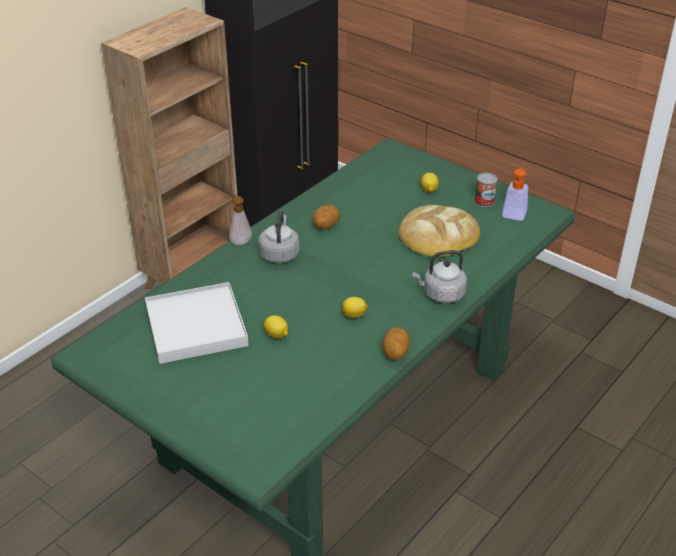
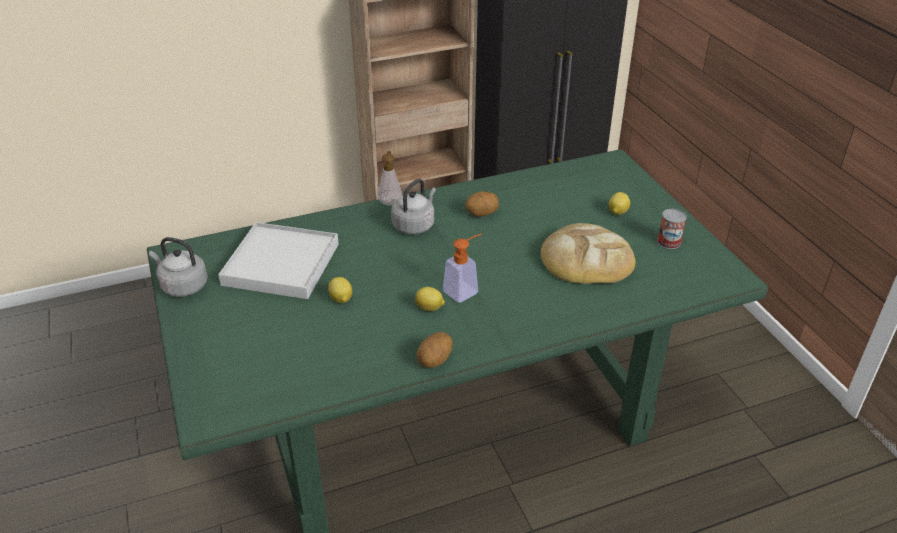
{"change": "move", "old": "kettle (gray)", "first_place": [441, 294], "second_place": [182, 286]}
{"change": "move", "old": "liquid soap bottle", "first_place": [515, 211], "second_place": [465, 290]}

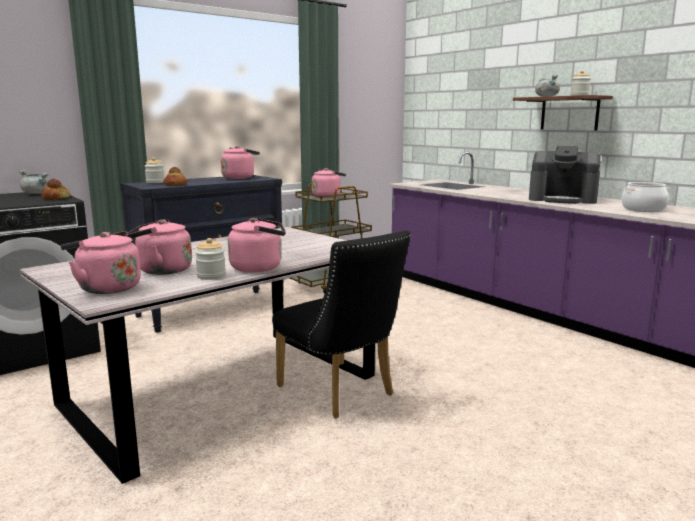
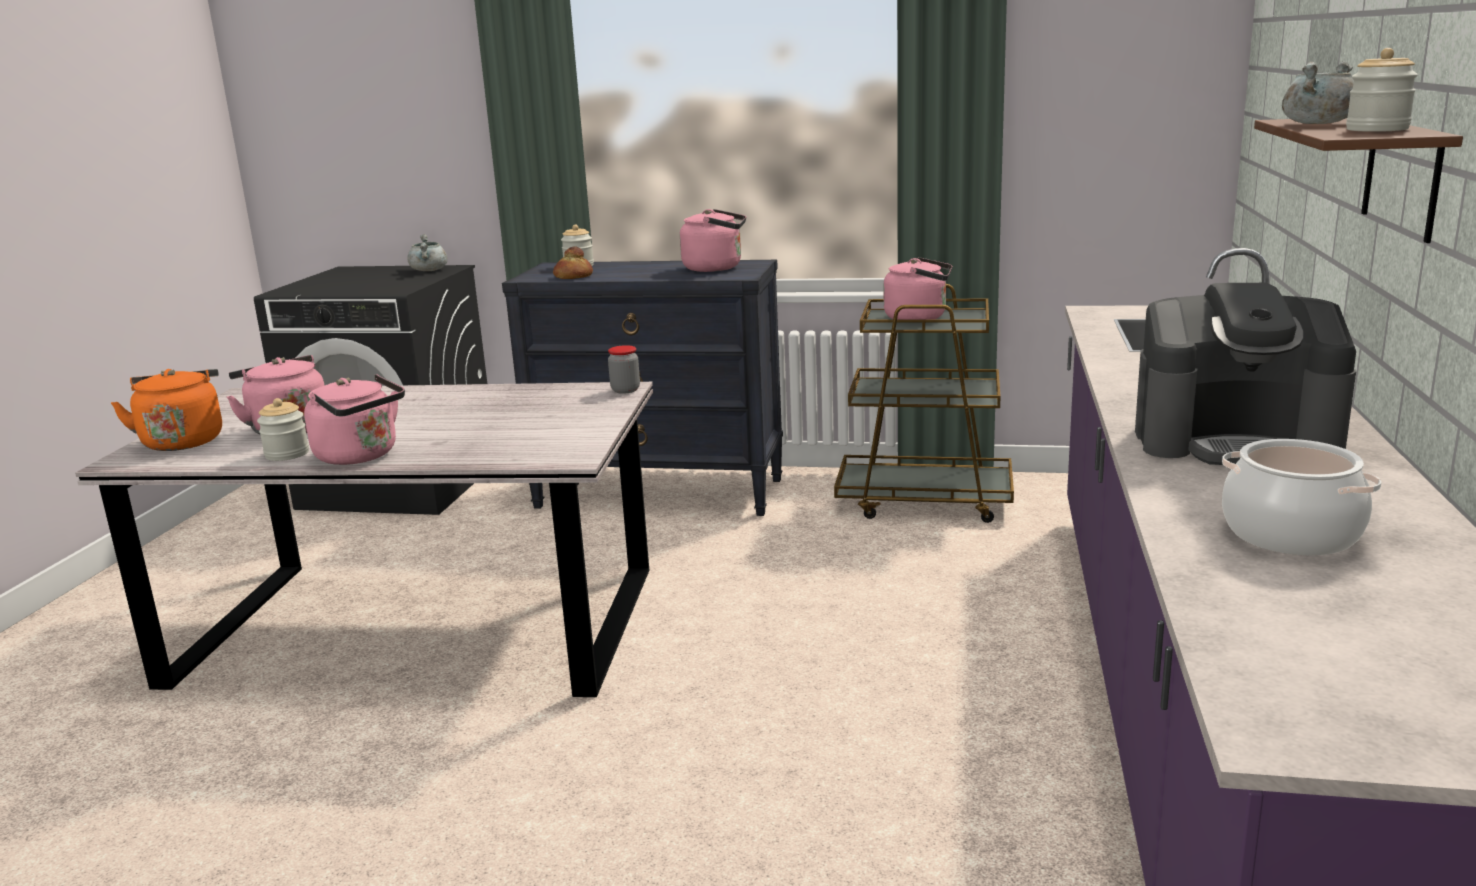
{"change": "delete", "old": "bakery bread", "first_place": [56, 198]}
{"change": "delete", "old": "upright chair (blackish)", "first_place": [341, 393]}
{"change": "insert", "new": "storage jar", "second_place": [625, 390]}
{"change": "recolor", "old": "kettle (pinkish)", "new": "kettle (orange)", "first_place": [106, 288], "second_place": [183, 441]}
{"change": "rotate", "old": "coffee maker", "first_place": [562, 199], "second_place": [1235, 440], "degrees": -60}

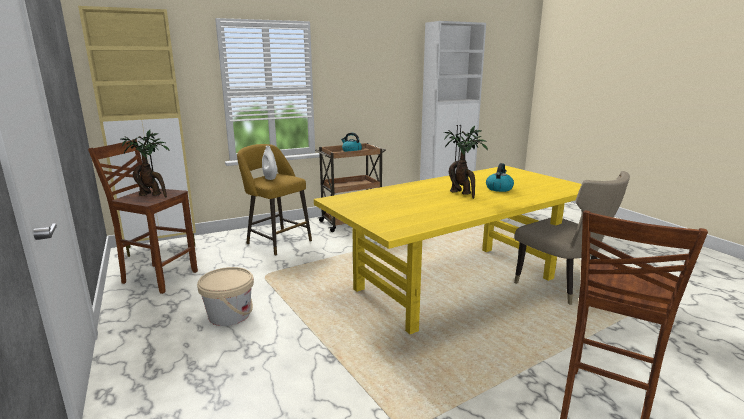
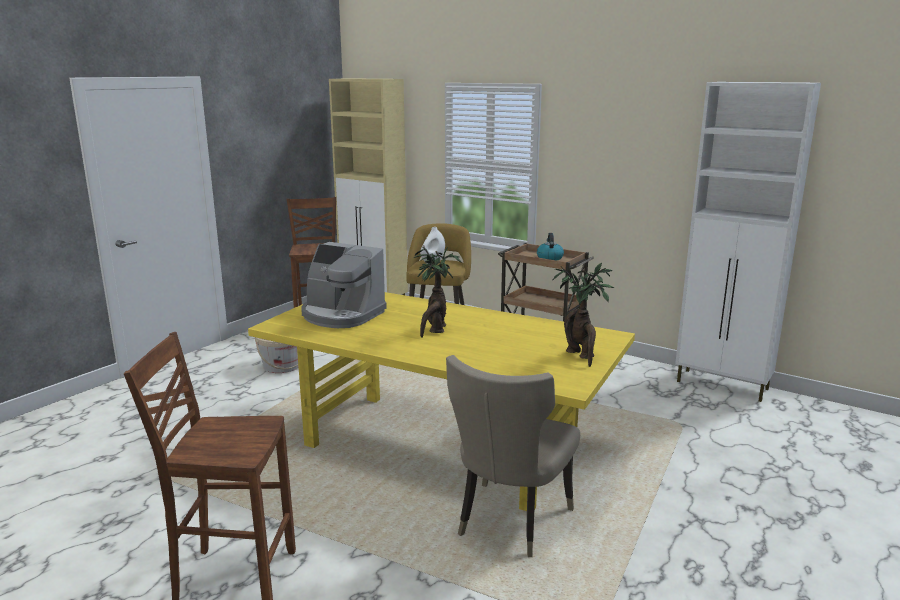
{"change": "delete", "old": "kettle", "first_place": [499, 188]}
{"change": "insert", "new": "coffee maker", "second_place": [341, 315]}
{"change": "move", "old": "houseplant", "first_place": [152, 195], "second_place": [581, 356]}

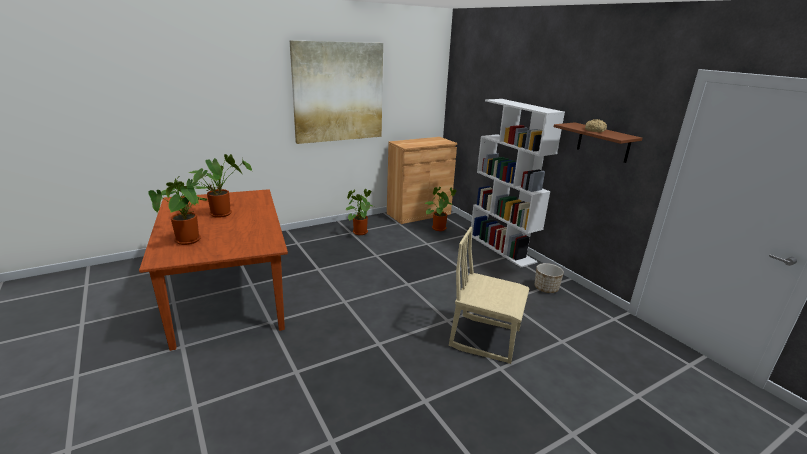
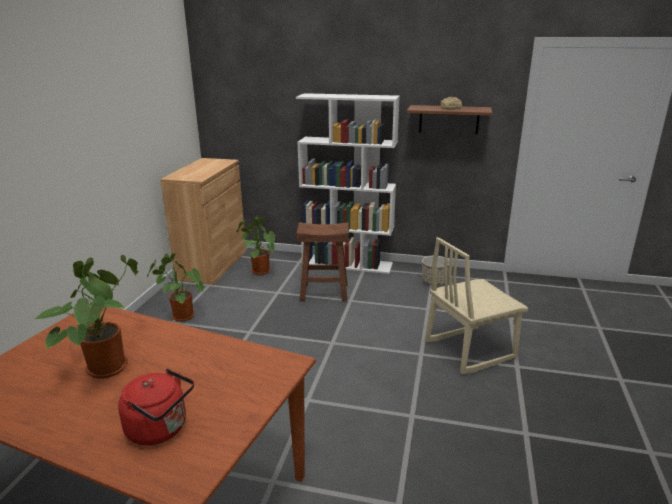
{"change": "delete", "old": "wall picture", "first_place": [338, 92]}
{"change": "insert", "new": "stool seat (brownish)", "second_place": [324, 292]}
{"change": "replace", "old": "houseplant", "new": "kettle (reddish)", "first_place": [189, 241], "second_place": [161, 429]}

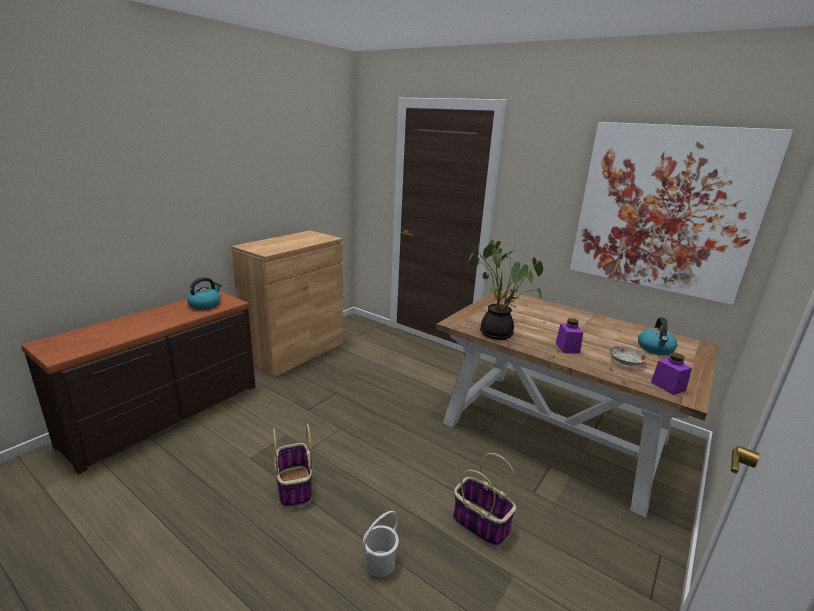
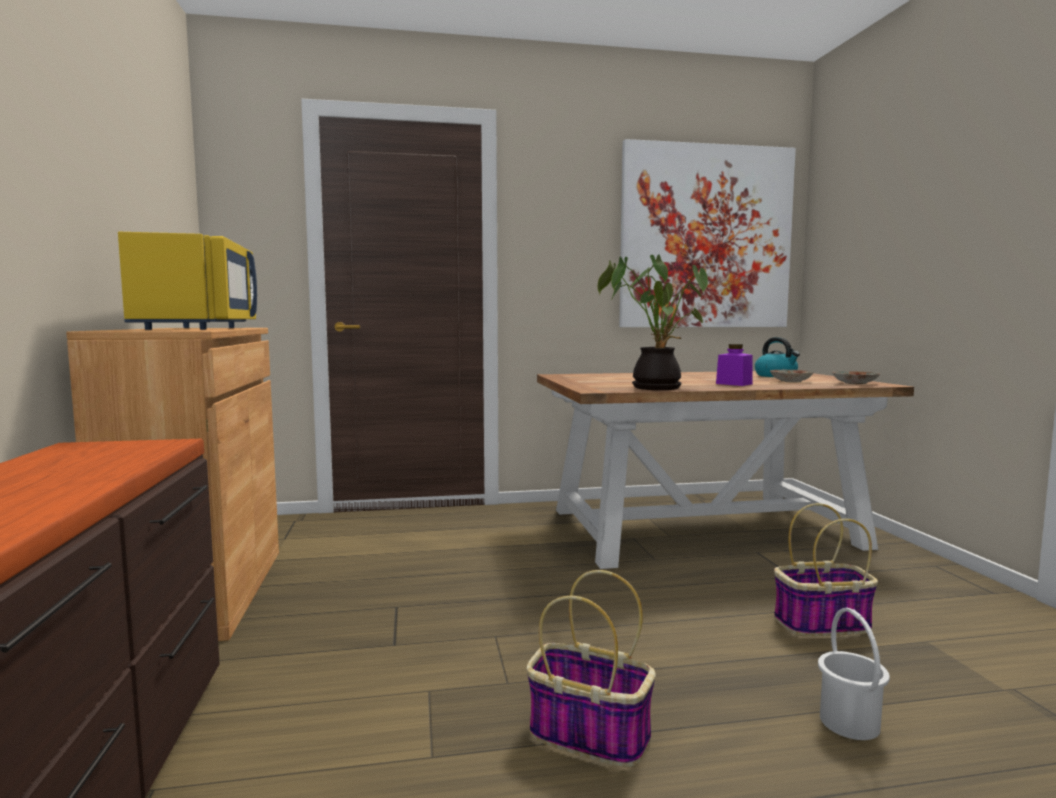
{"change": "delete", "old": "kettle", "first_place": [205, 305]}
{"change": "insert", "new": "microwave (yellow)", "second_place": [201, 328]}
{"change": "replace", "old": "storage jar (purplish)", "new": "dinner plate", "first_place": [668, 386], "second_place": [855, 383]}

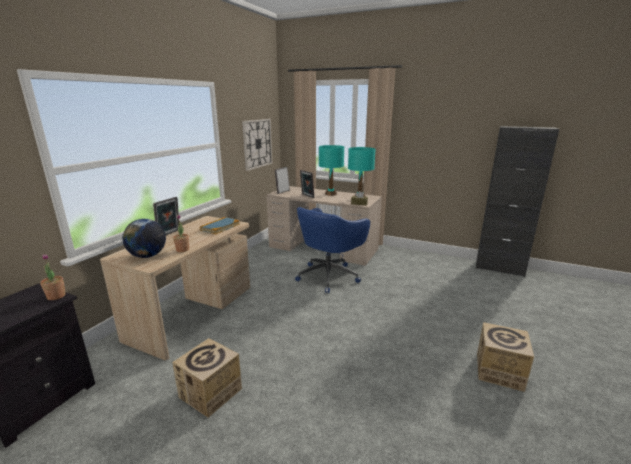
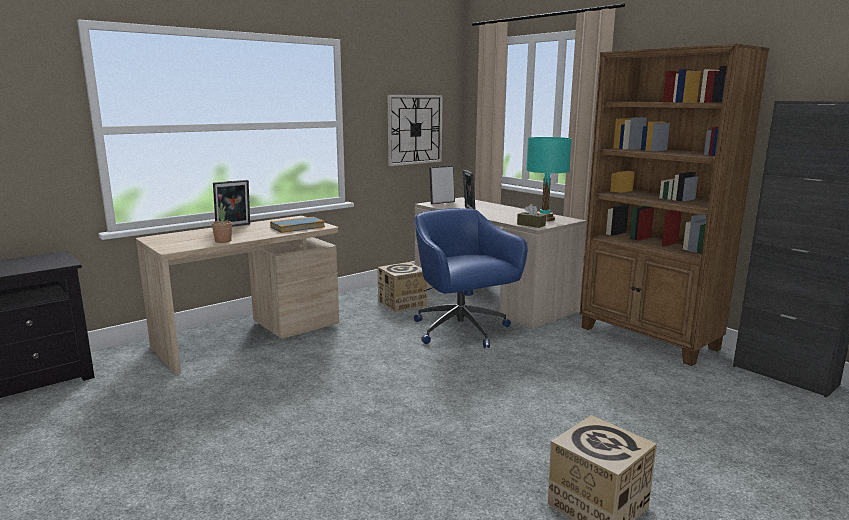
{"change": "delete", "old": "houseplant", "first_place": [56, 296]}
{"change": "delete", "old": "world globe", "first_place": [147, 256]}
{"change": "delete", "old": "table lamp (turquoise-coloured)", "first_place": [330, 194]}
{"change": "insert", "new": "shelving unit (brownish)", "second_place": [648, 338]}
{"change": "move", "old": "carton", "first_place": [210, 393], "second_place": [402, 303]}
{"change": "rotate", "old": "computer chair (blue-coloured)", "first_place": [329, 276], "second_place": [462, 331], "degrees": 90}

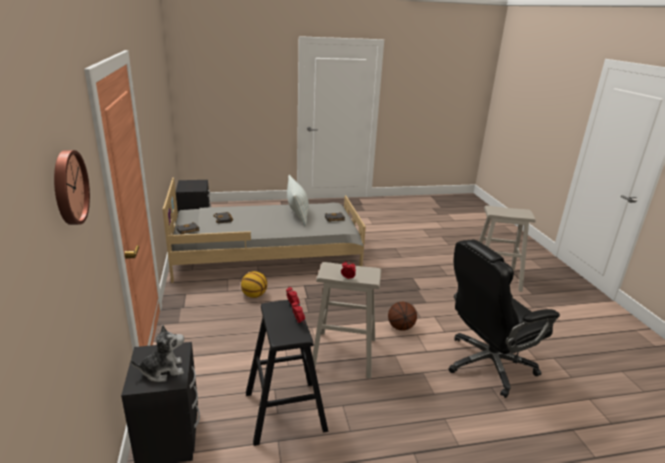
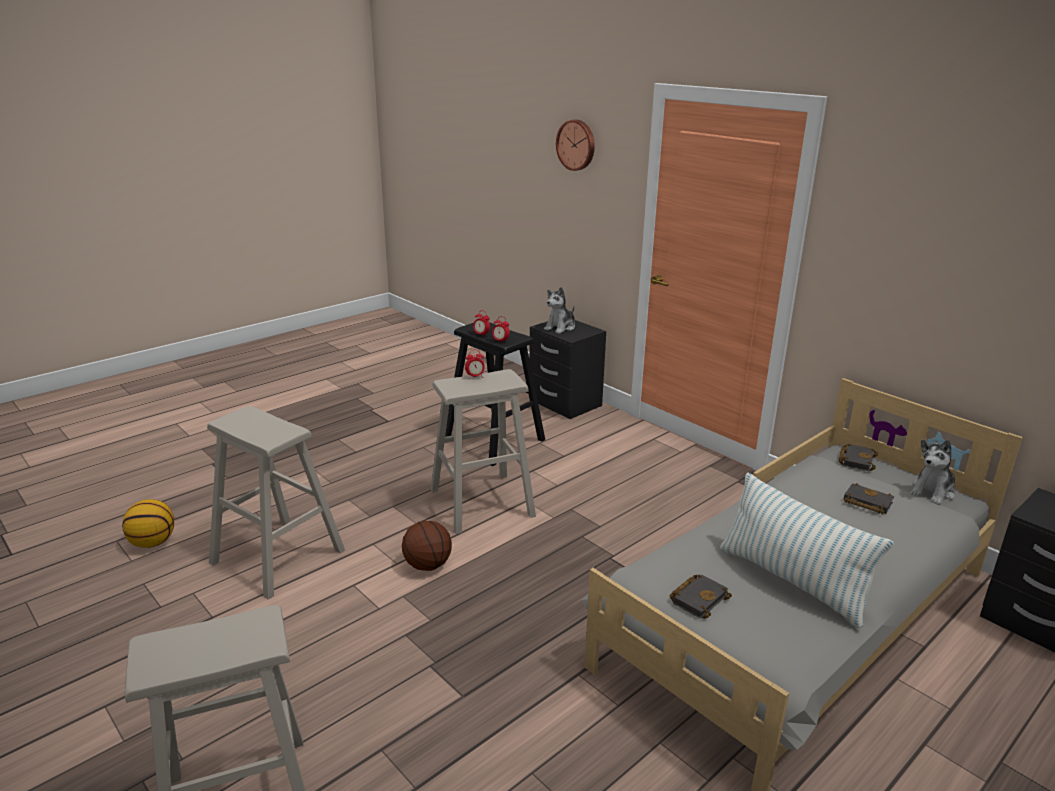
{"change": "insert", "new": "cuddly toy", "second_place": [932, 492]}
{"change": "move", "old": "ball for basketball", "first_place": [254, 295], "second_place": [153, 543]}
{"change": "replace", "old": "computer chair (blackish)", "new": "stool seat (sand-coloured)", "first_place": [487, 364], "second_place": [278, 557]}

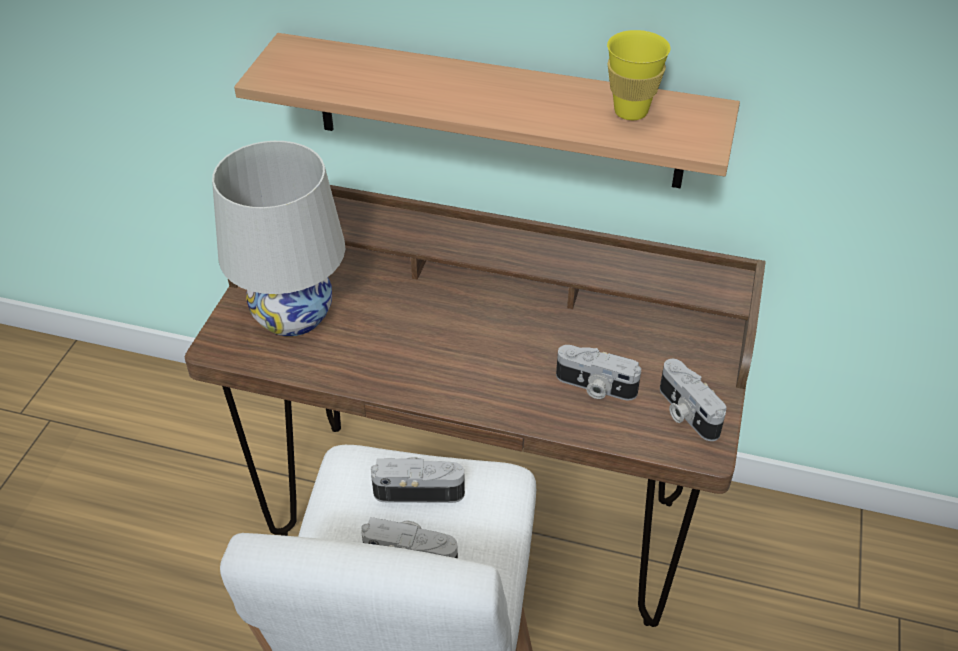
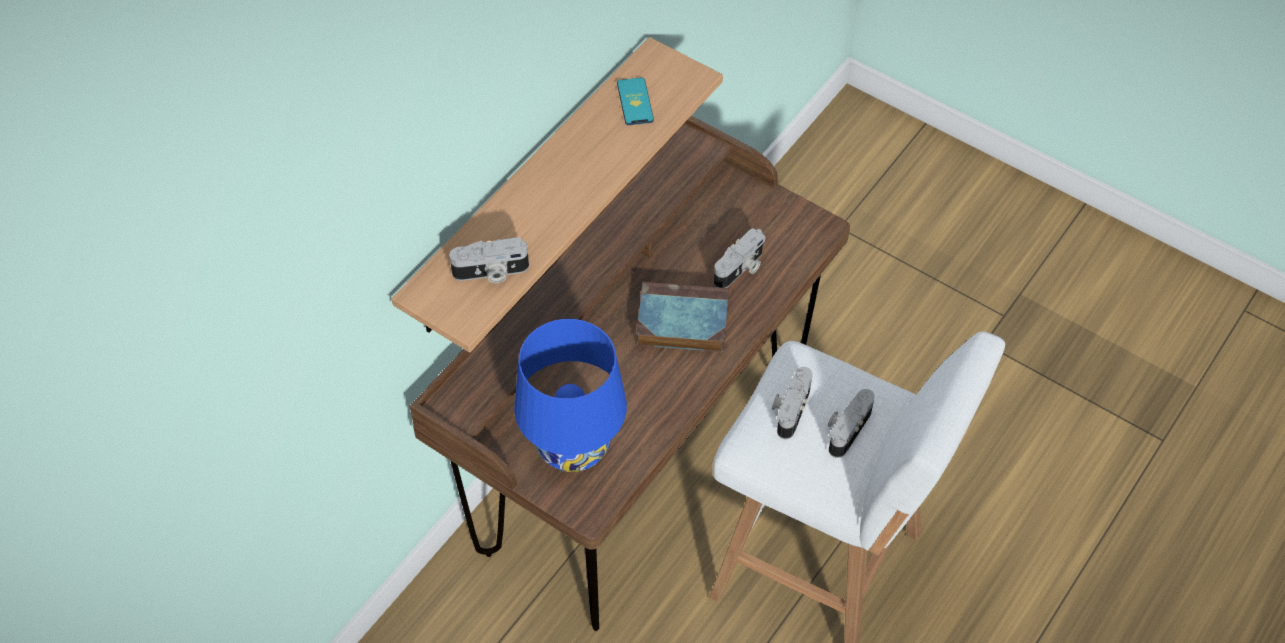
{"change": "insert", "new": "book", "second_place": [680, 322]}
{"change": "move", "old": "photo camera", "first_place": [685, 412], "second_place": [491, 273]}
{"change": "replace", "old": "drinking cup (yellow)", "new": "handset", "first_place": [630, 112], "second_place": [635, 102]}
{"change": "recolor", "old": "table lamp (white)", "new": "table lamp (blue-coloured)", "first_place": [292, 315], "second_place": [573, 448]}

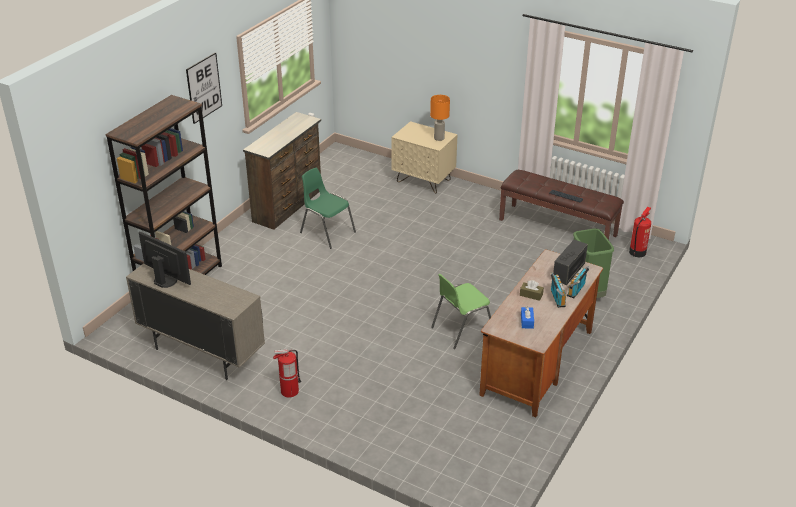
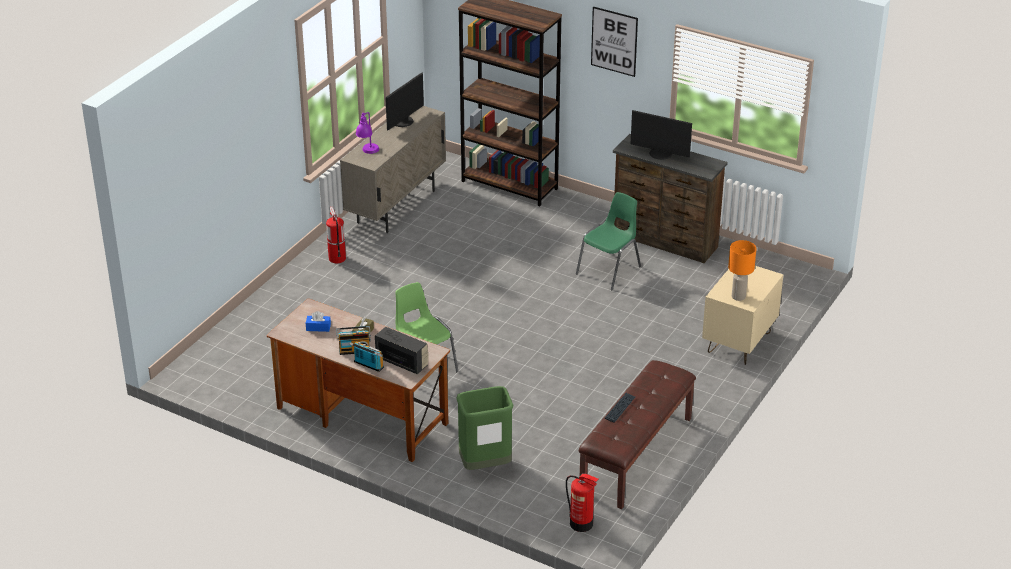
{"change": "insert", "new": "table lamp (purplish)", "second_place": [368, 153]}
{"change": "insert", "new": "computer screen", "second_place": [660, 154]}

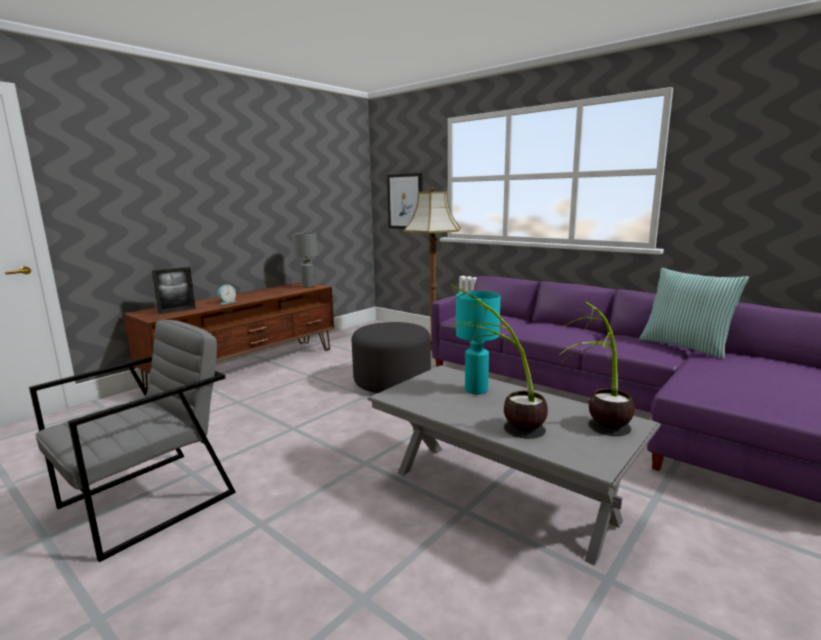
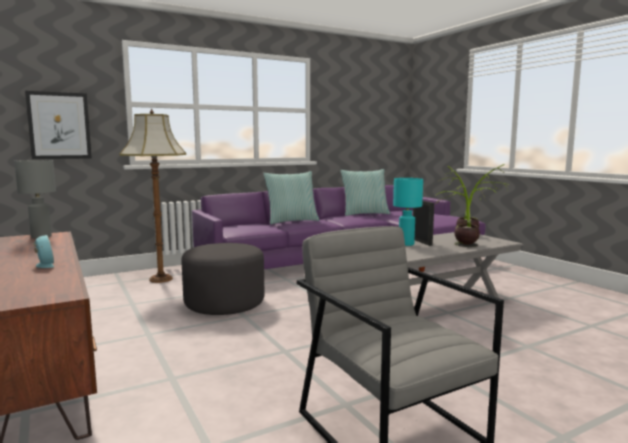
{"change": "insert", "new": "cushion", "second_place": [291, 221]}
{"change": "move", "old": "picture frame", "first_place": [177, 311], "second_place": [421, 242]}

